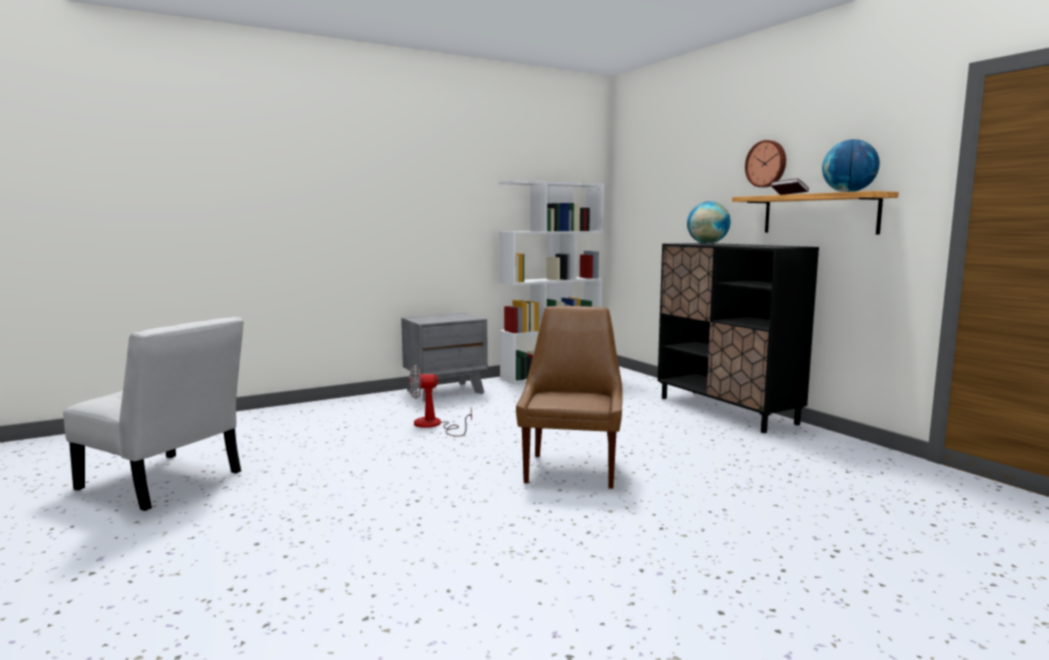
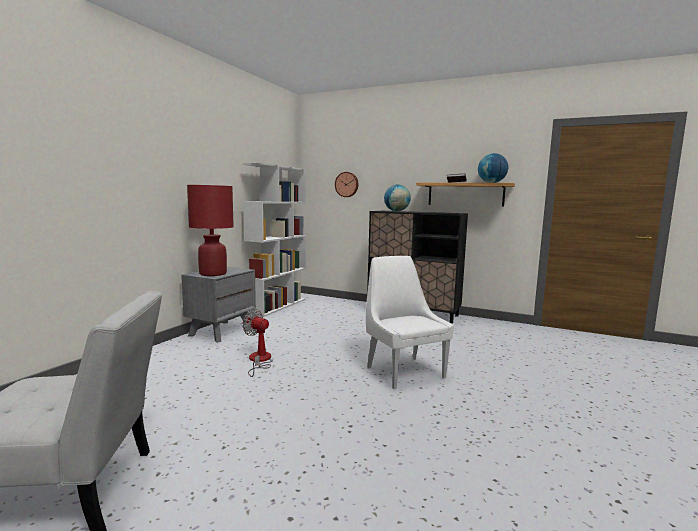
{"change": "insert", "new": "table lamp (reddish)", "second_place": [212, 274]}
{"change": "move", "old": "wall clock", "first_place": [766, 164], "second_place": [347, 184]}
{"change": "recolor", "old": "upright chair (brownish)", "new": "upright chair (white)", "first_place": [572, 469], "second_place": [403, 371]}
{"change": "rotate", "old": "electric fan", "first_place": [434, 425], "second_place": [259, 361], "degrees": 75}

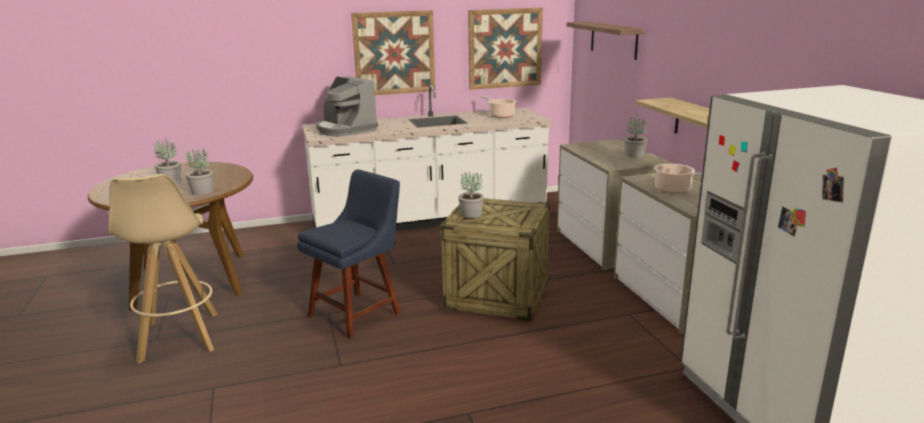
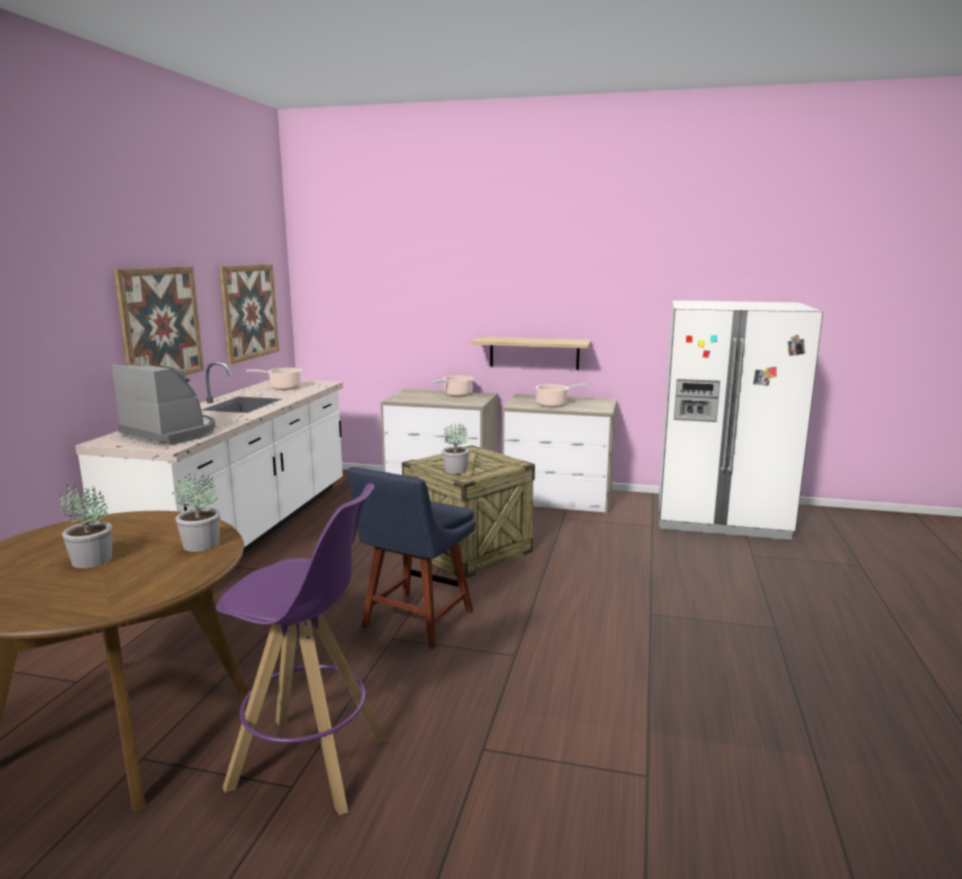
{"change": "delete", "old": "shelf", "first_place": [613, 40]}
{"change": "replace", "old": "houseplant", "new": "cooking pot", "first_place": [634, 155], "second_place": [456, 394]}
{"change": "recolor", "old": "stool seat (sand-coloured)", "new": "stool seat (purplish)", "first_place": [179, 337], "second_place": [311, 763]}
{"change": "rotate", "old": "upright chair (blue-coloured)", "first_place": [358, 313], "second_place": [415, 622], "degrees": -135}
{"change": "rotate", "old": "coffee maker", "first_place": [345, 129], "second_place": [171, 433], "degrees": -135}

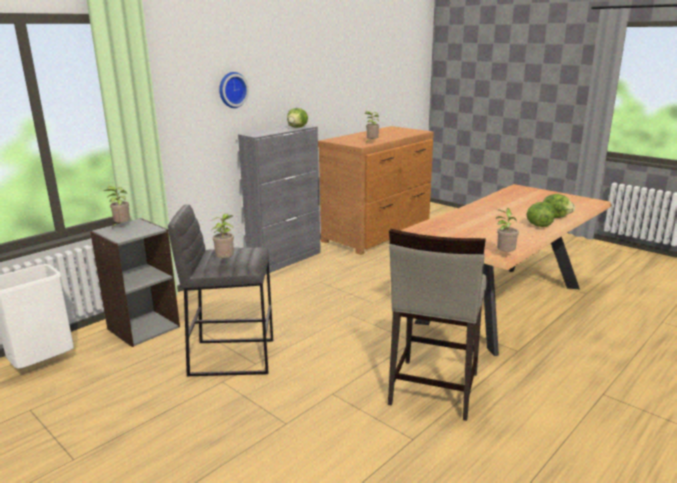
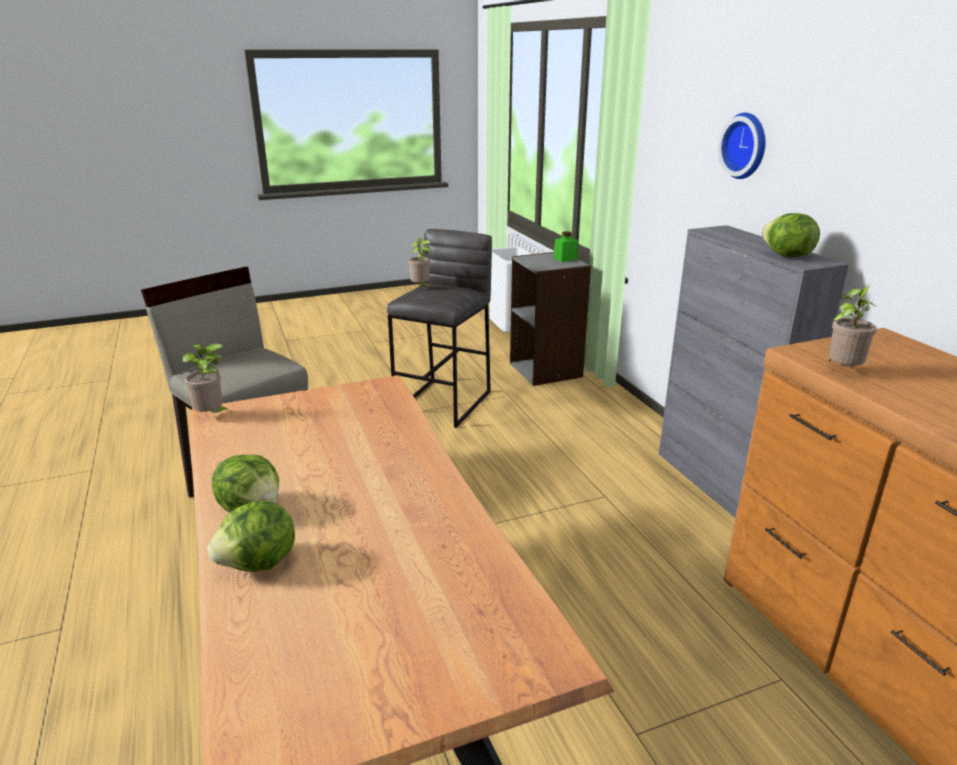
{"change": "replace", "old": "houseplant", "new": "storage jar (green-coloured)", "first_place": [121, 226], "second_place": [565, 259]}

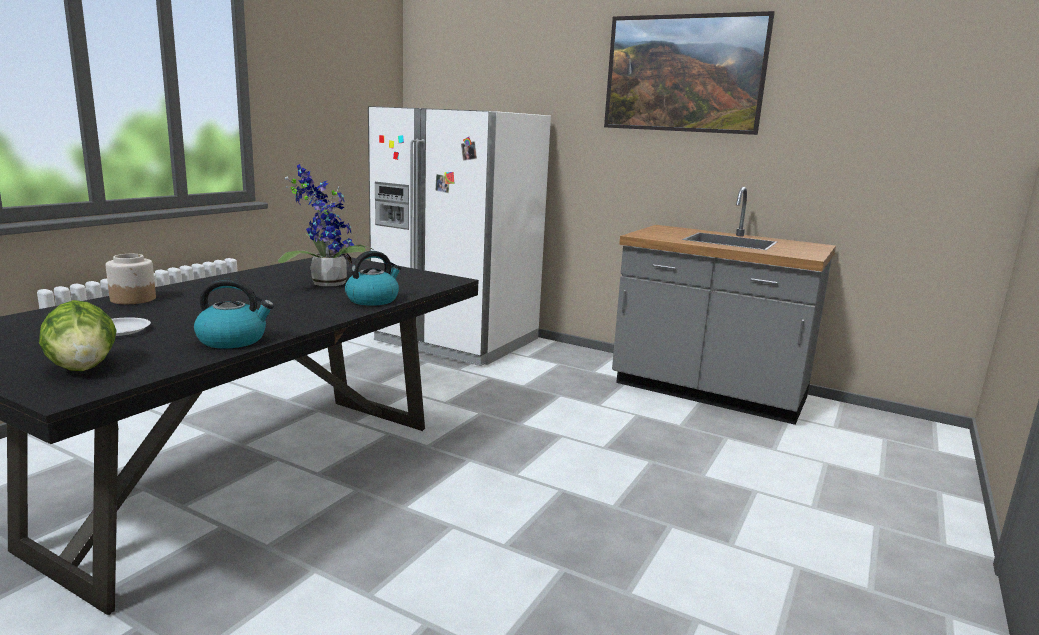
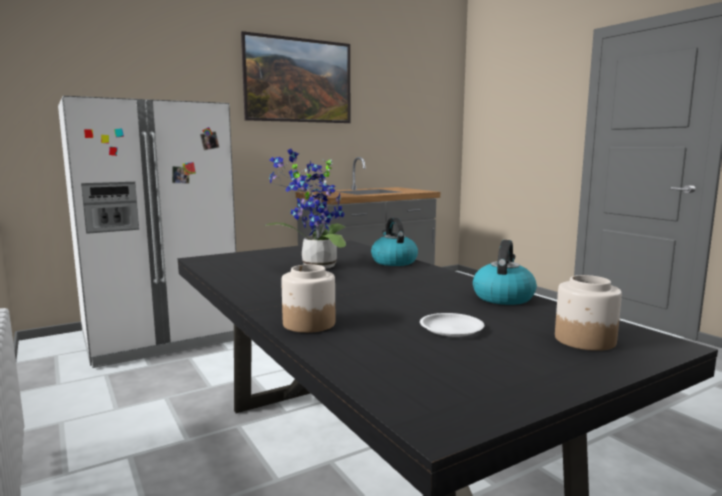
{"change": "replace", "old": "lettuce", "new": "storage jar", "first_place": [83, 367], "second_place": [584, 340]}

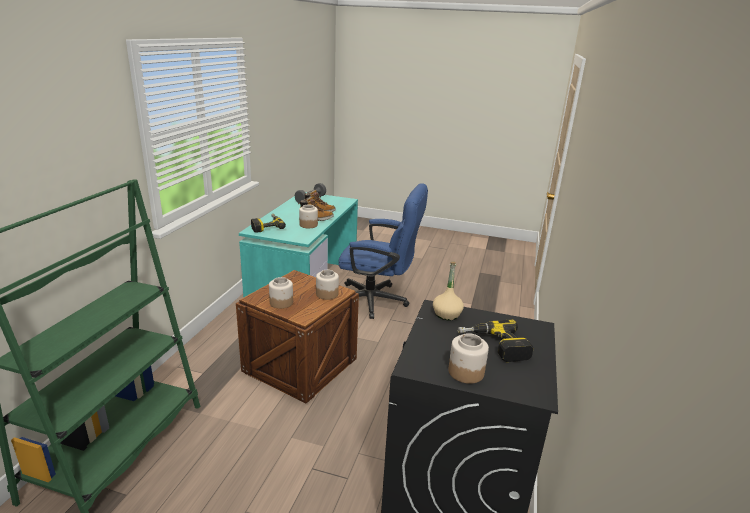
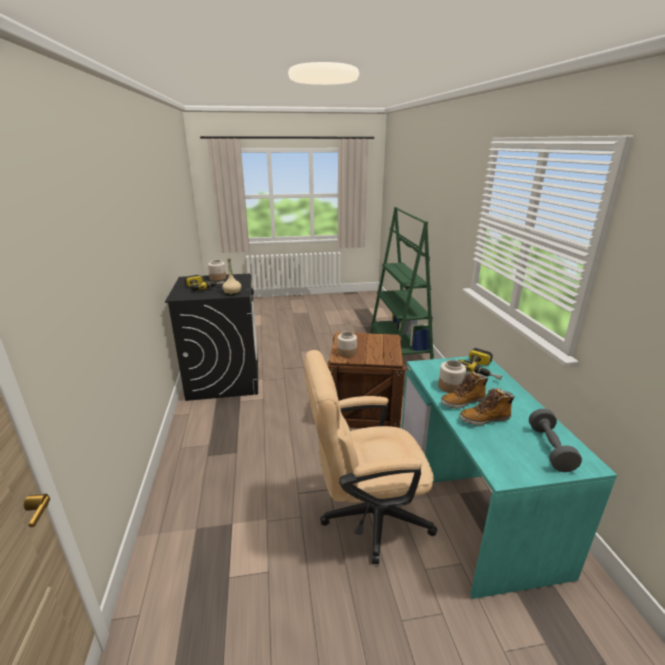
{"change": "delete", "old": "storage jar", "first_place": [281, 302]}
{"change": "recolor", "old": "computer chair (blue-coloured)", "new": "computer chair (sand-coloured)", "first_place": [377, 301], "second_place": [366, 516]}

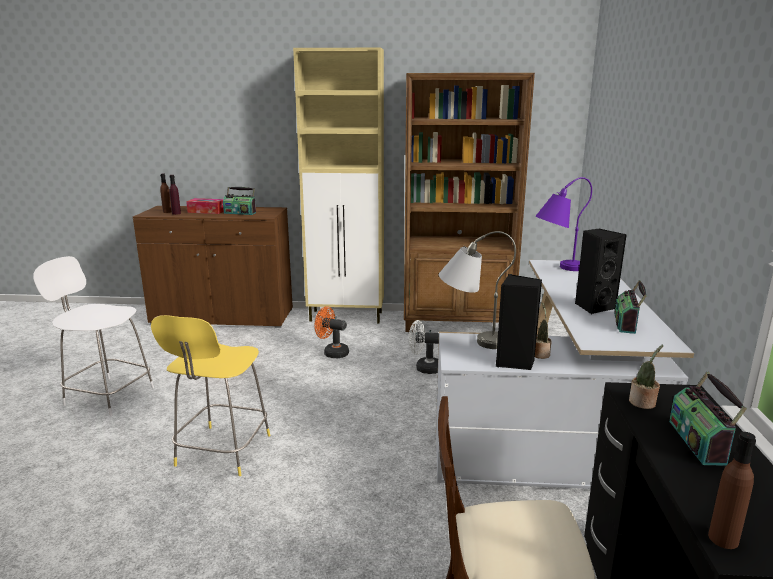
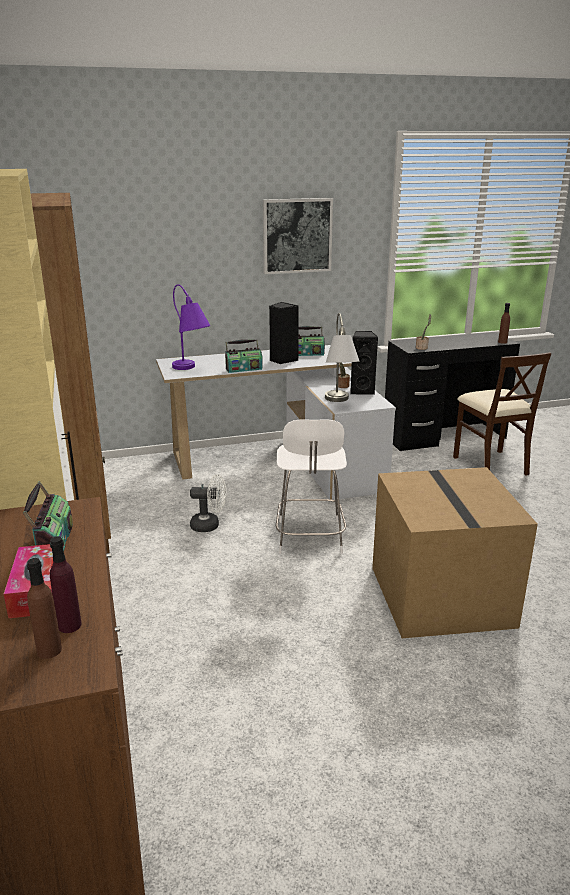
{"change": "delete", "old": "electric fan (orange)", "first_place": [332, 353]}
{"change": "insert", "new": "wall picture", "second_place": [297, 235]}
{"change": "move", "old": "stool seat (white)", "first_place": [107, 395], "second_place": [309, 538]}
{"change": "move", "old": "radio receiver", "first_place": [698, 442], "second_place": [243, 369]}
{"change": "replace", "old": "stool seat (yellow)", "new": "carton", "first_place": [222, 452], "second_place": [443, 597]}
{"change": "rotate", "old": "electric fan (white)", "first_place": [424, 368], "second_place": [210, 525], "degrees": -75}

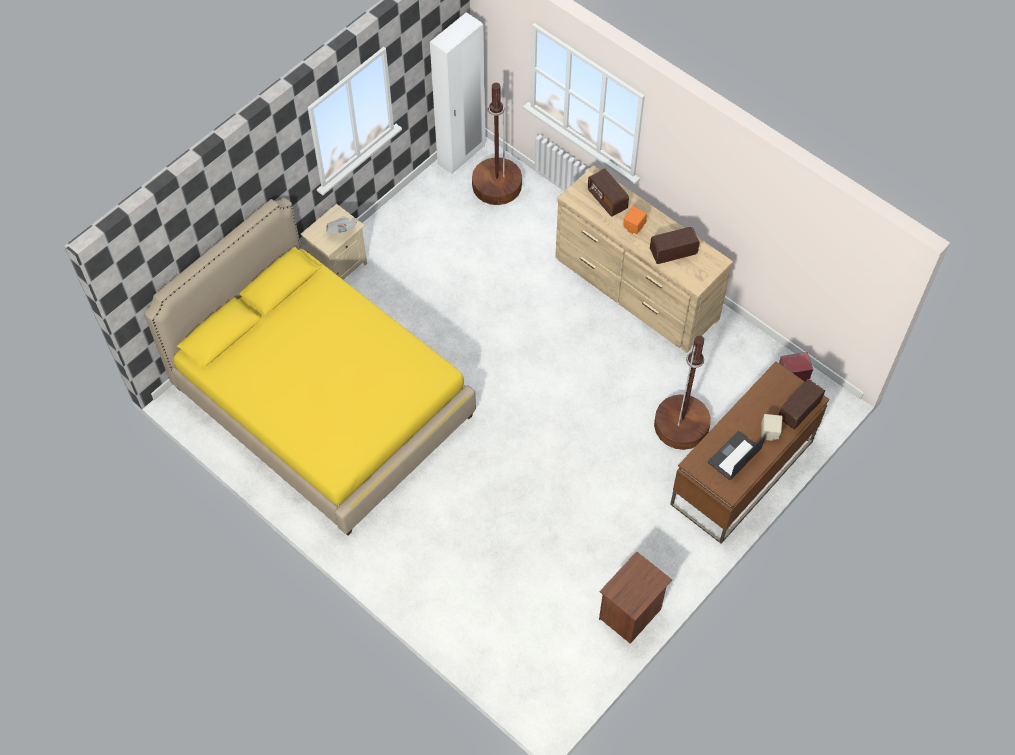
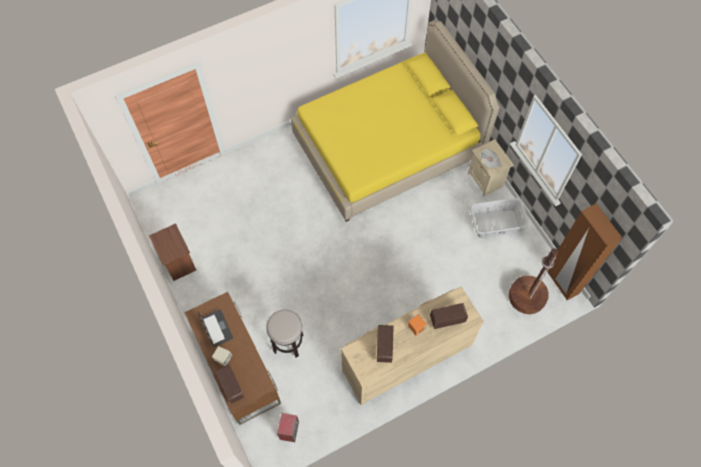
{"change": "insert", "new": "washing basket (gray)", "second_place": [496, 224]}
{"change": "replace", "old": "standing lamp (brownish)", "new": "stool seat", "first_place": [681, 425], "second_place": [288, 343]}
{"change": "recolor", "old": "wardrobe (white)", "new": "wardrobe (brownish)", "first_place": [461, 155], "second_place": [561, 282]}

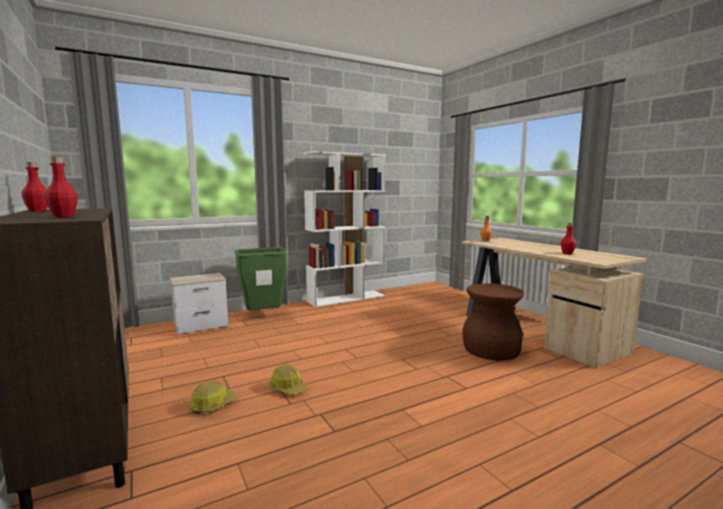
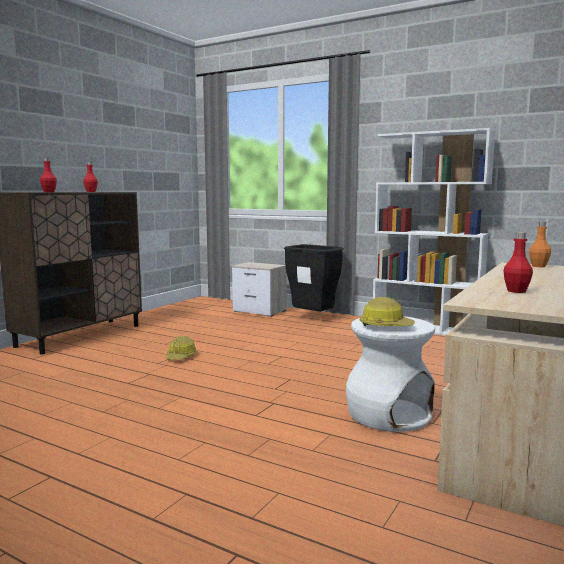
{"change": "move", "old": "hard hat", "first_place": [212, 405], "second_place": [385, 326]}
{"change": "recolor", "old": "rubbish bin (green-coloured)", "new": "rubbish bin (blackish)", "first_place": [264, 316], "second_place": [313, 318]}
{"change": "recolor", "old": "stool seat (brownish)", "new": "stool seat (white)", "first_place": [490, 350], "second_place": [388, 414]}

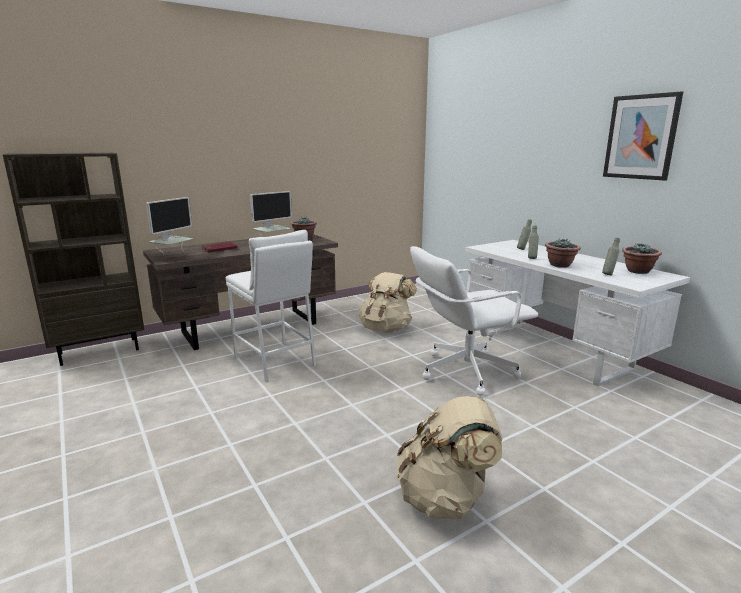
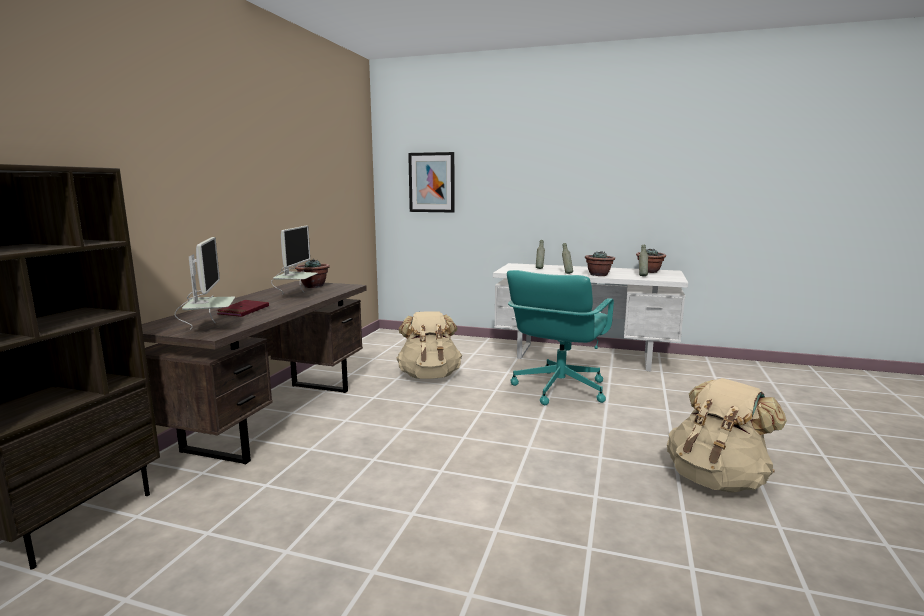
{"change": "delete", "old": "stool seat (white)", "first_place": [274, 361]}
{"change": "move", "old": "wall picture", "first_place": [641, 137], "second_place": [432, 182]}
{"change": "recolor", "old": "computer chair (white)", "new": "computer chair (turquoise-coloured)", "first_place": [465, 371], "second_place": [558, 389]}

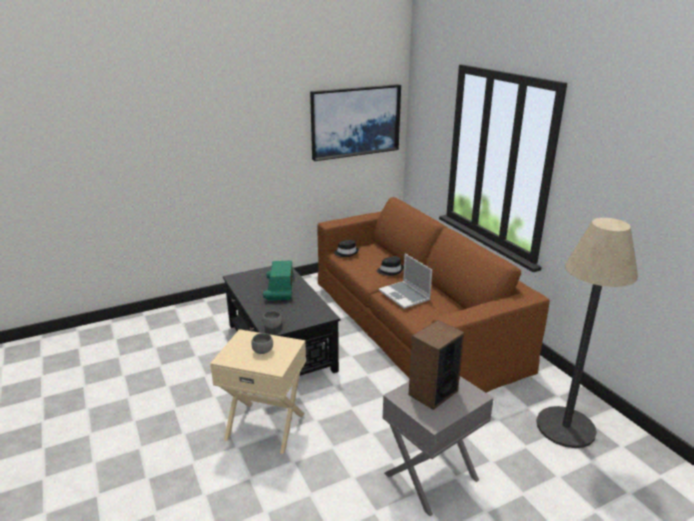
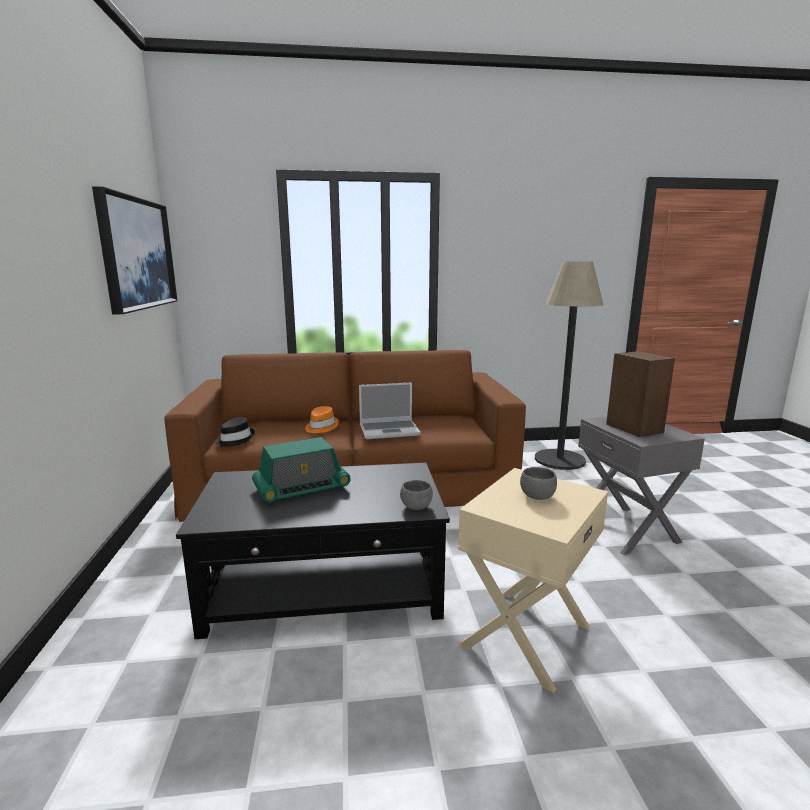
{"change": "recolor", "old": "clothing hat (blackish)", "new": "clothing hat (orange)", "first_place": [390, 270], "second_place": [321, 427]}
{"change": "rotate", "old": "radio receiver", "first_place": [279, 289], "second_place": [302, 488], "degrees": -45}

